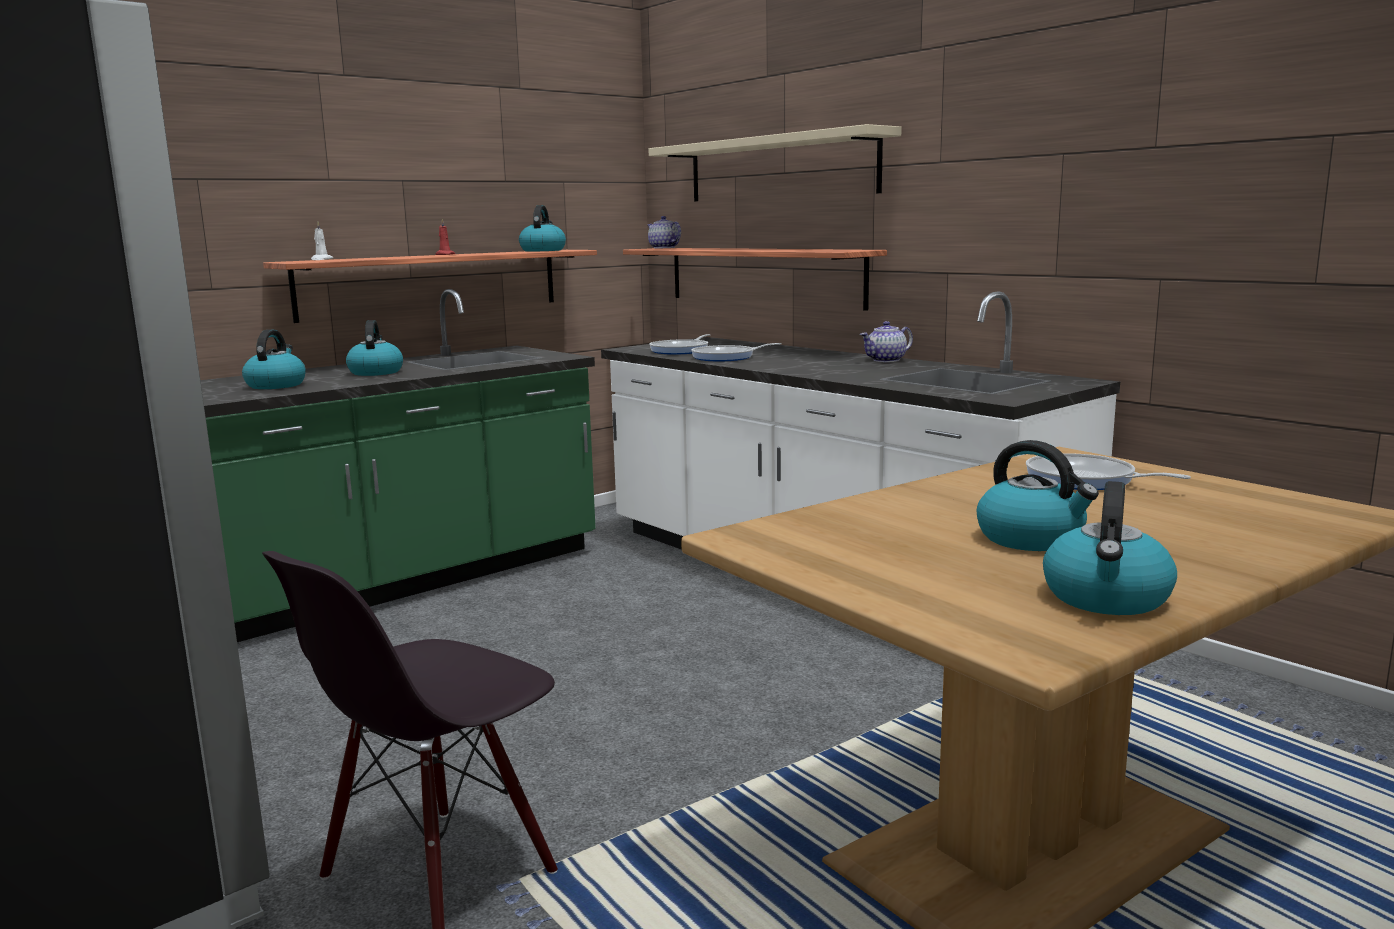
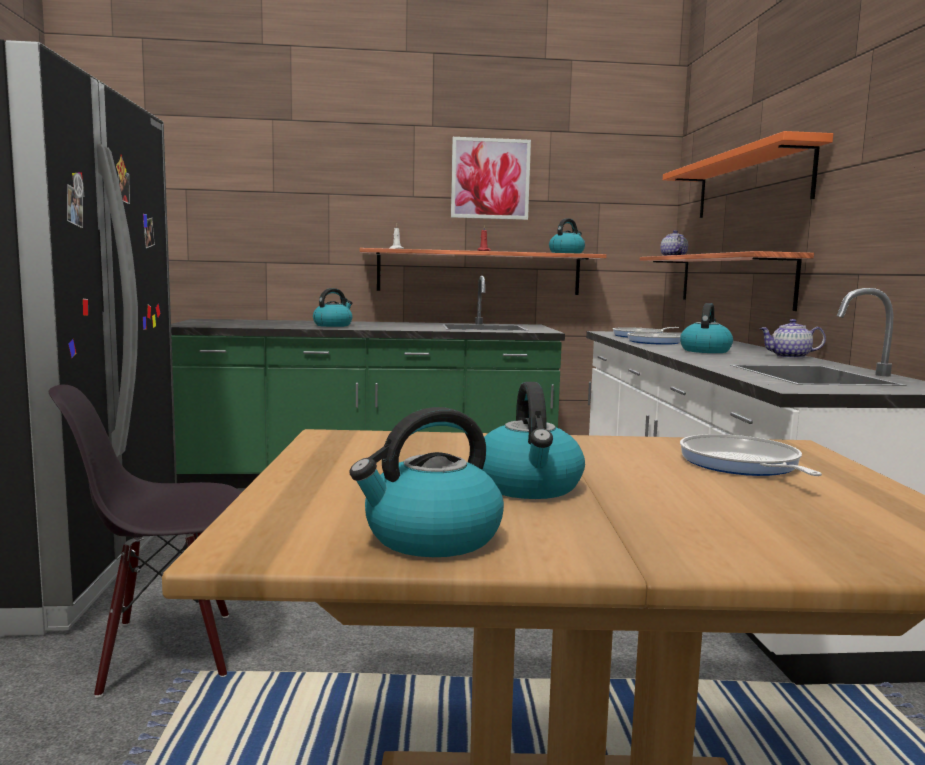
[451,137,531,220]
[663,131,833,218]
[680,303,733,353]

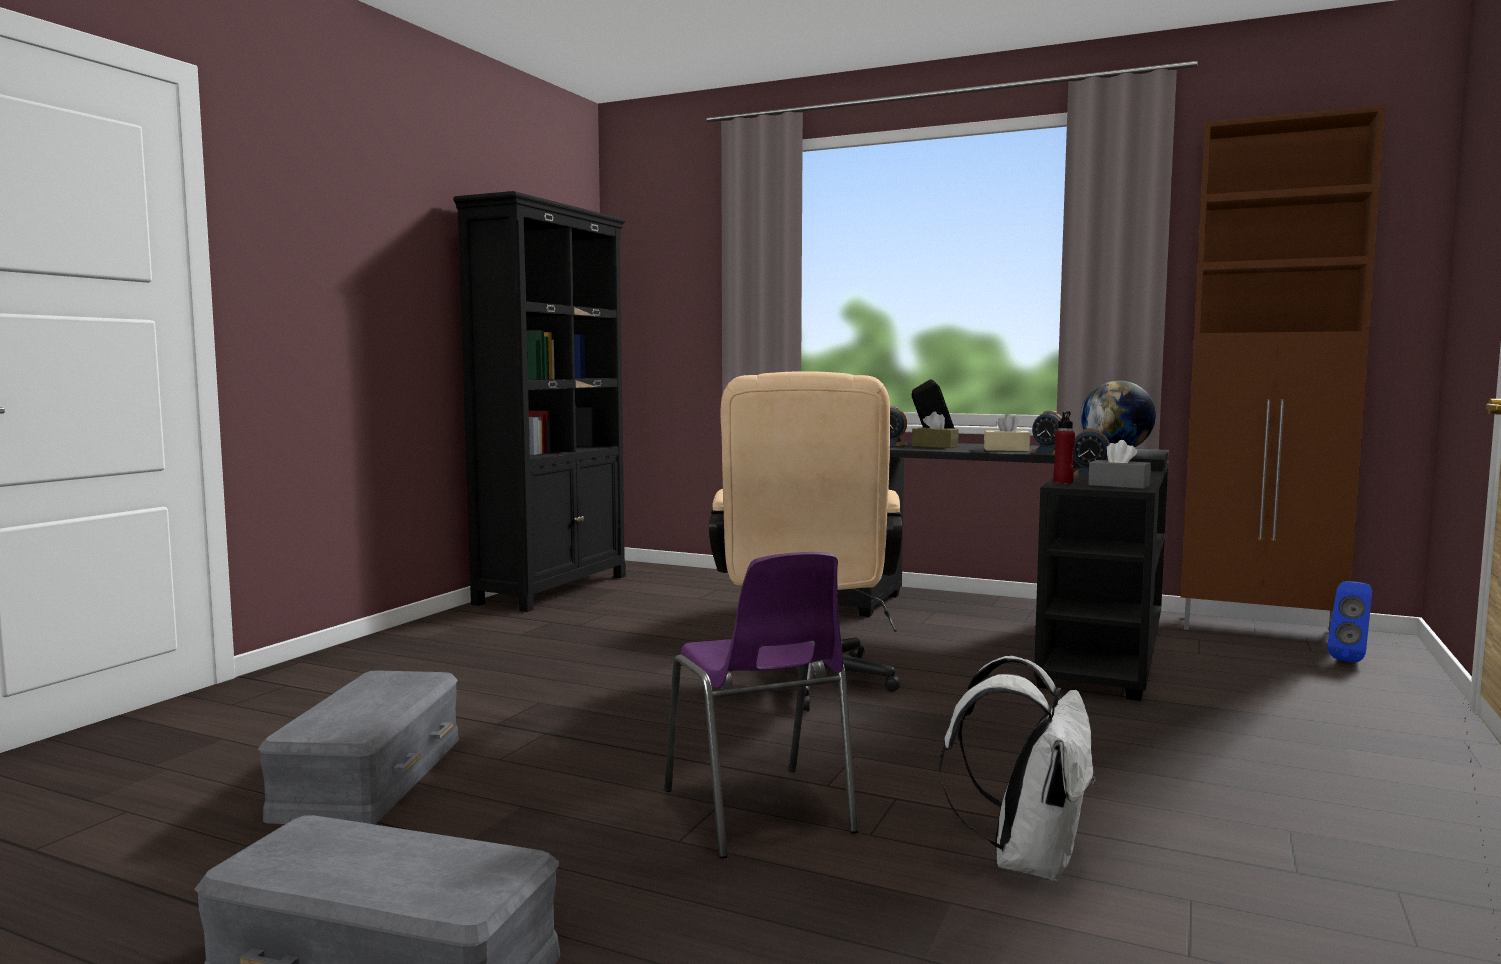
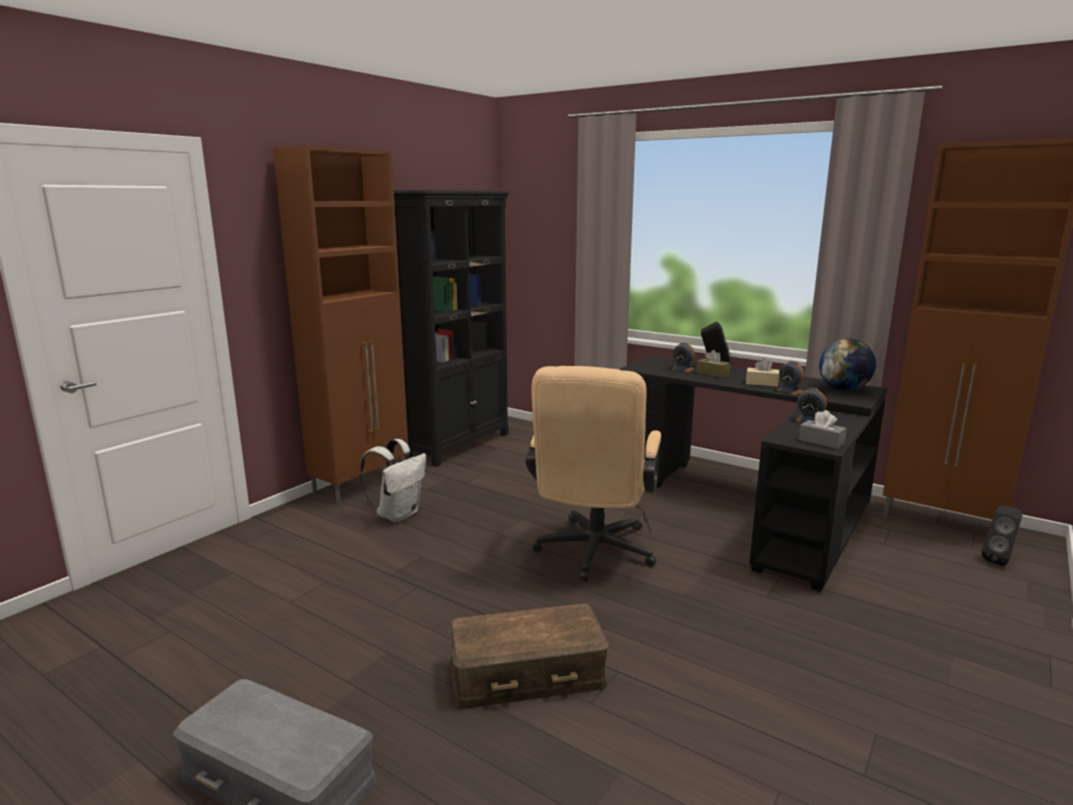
[273,145,408,505]
[359,439,426,522]
[448,604,609,709]
[982,505,1022,566]
[258,670,459,824] (first image)
[1053,412,1075,484] (first image)

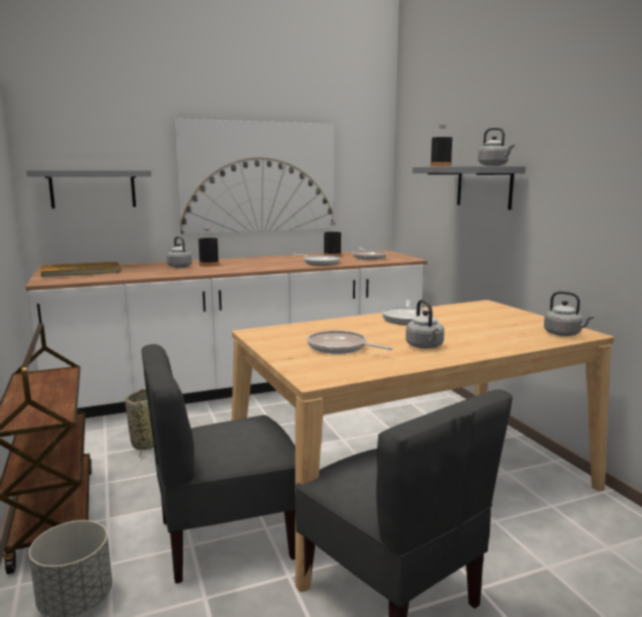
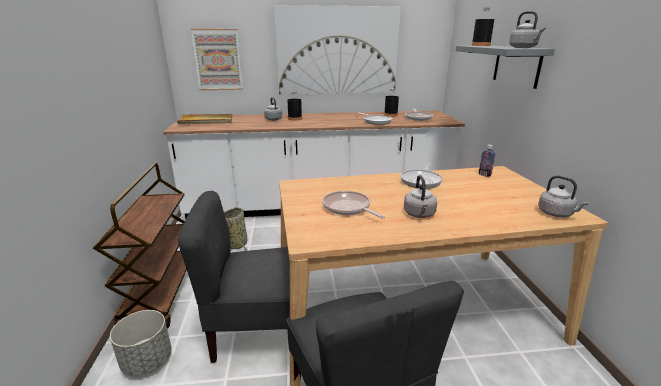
[191,29,243,90]
[479,144,495,177]

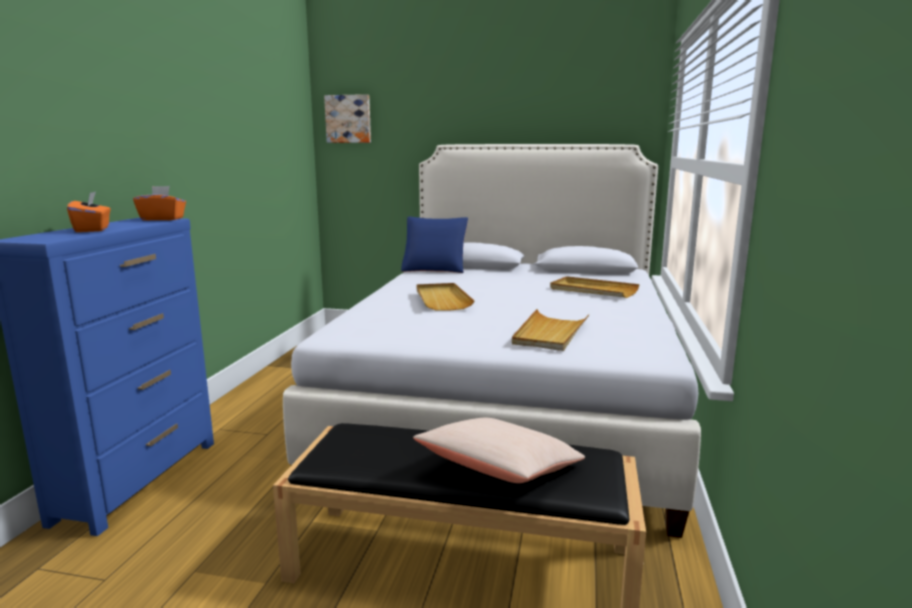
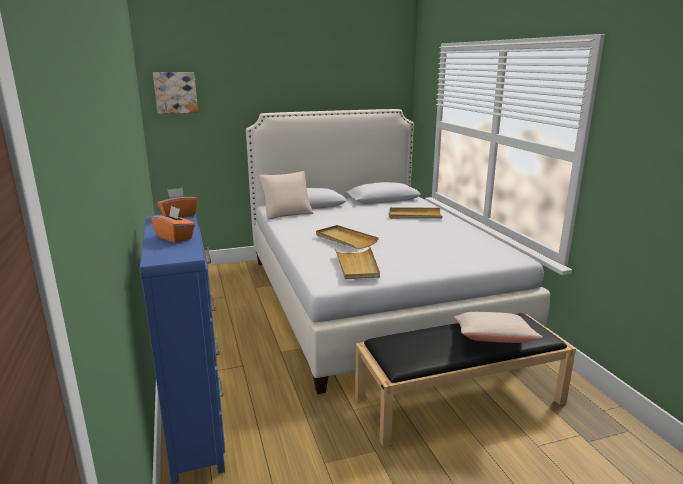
[259,171,314,219]
[334,247,380,279]

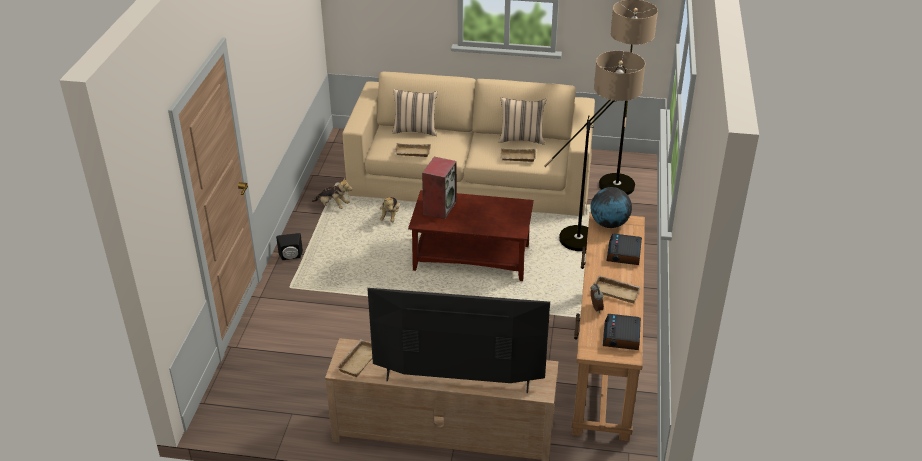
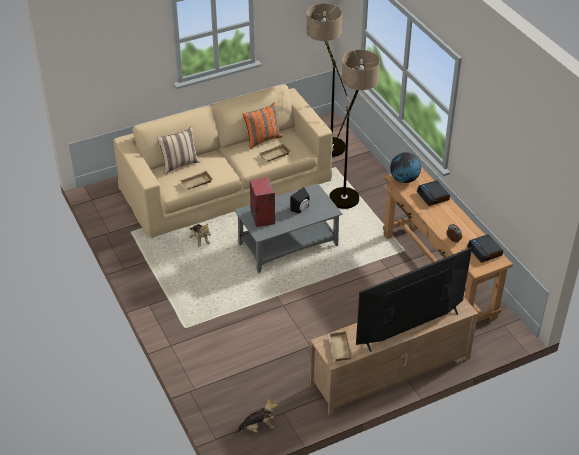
[234,183,342,273]
[235,398,278,434]
[243,102,282,149]
[290,187,310,214]
[594,275,641,303] (first image)

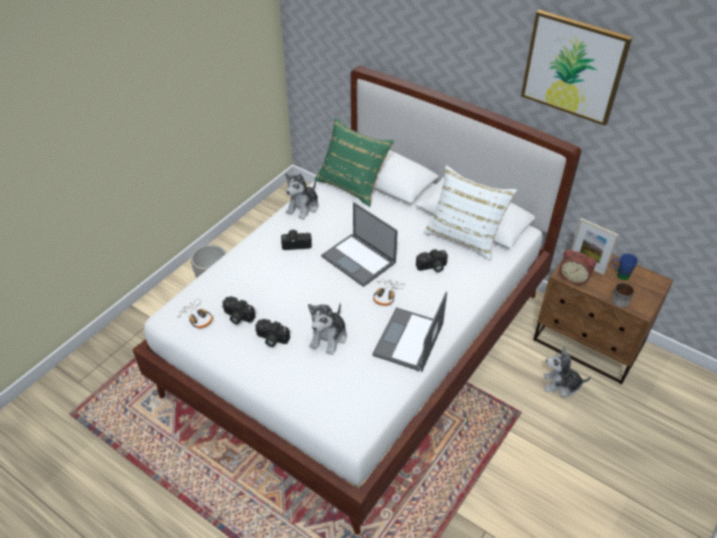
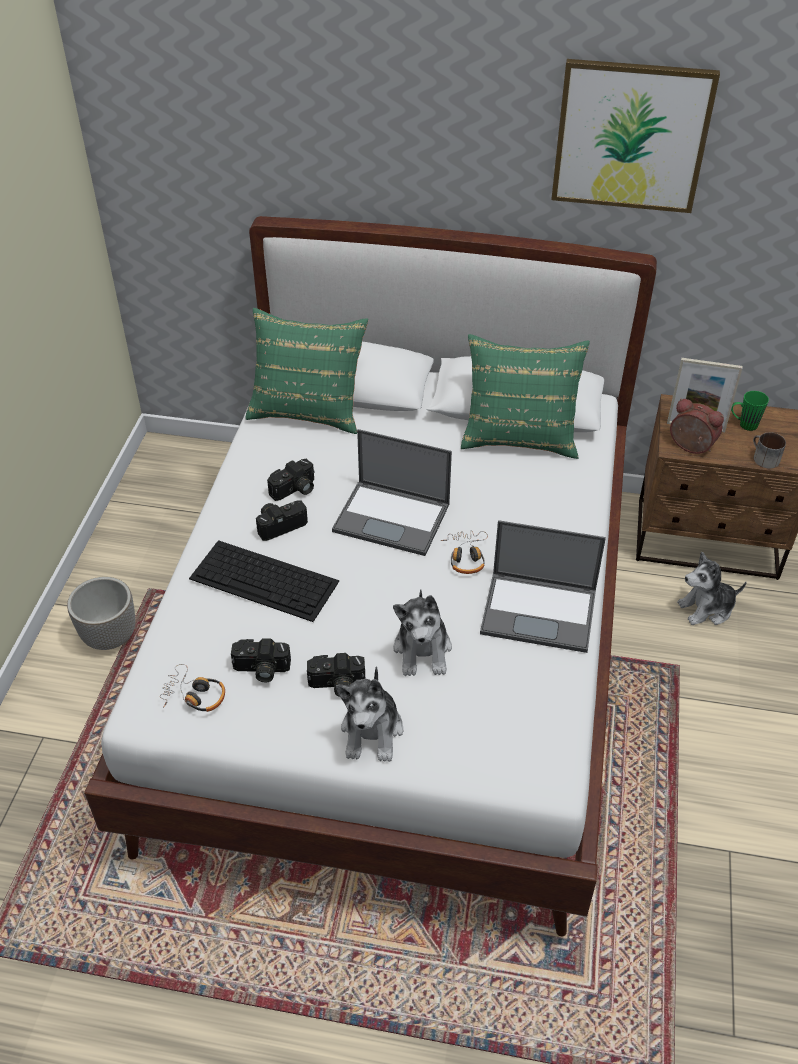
[189,540,339,622]
[267,459,315,501]
[336,666,403,762]
[461,334,590,459]
[480,520,606,653]
[670,399,724,454]
[731,391,769,431]

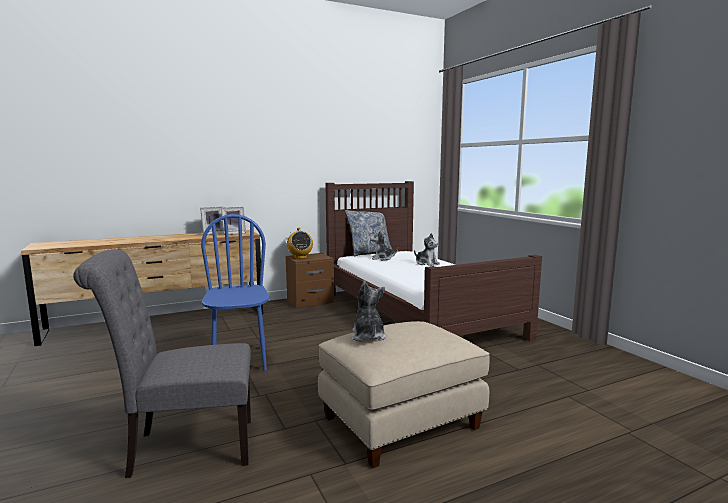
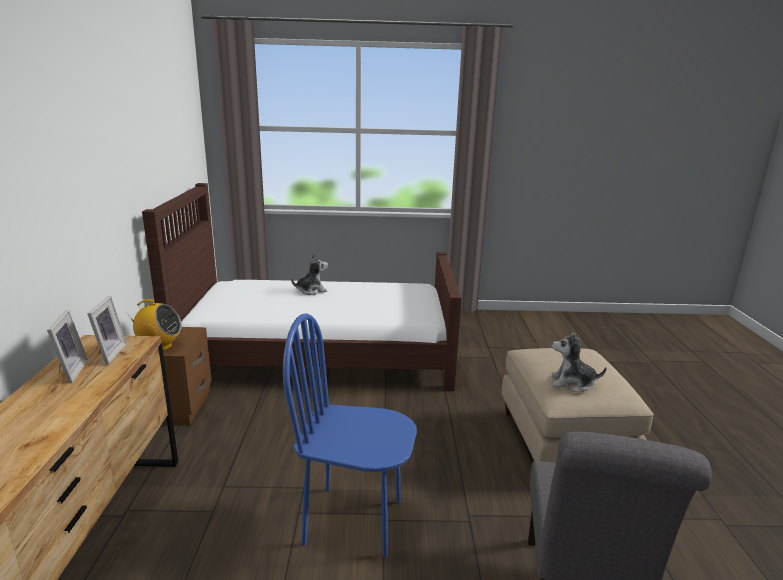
[345,210,392,256] (first image)
[370,230,398,260] (first image)

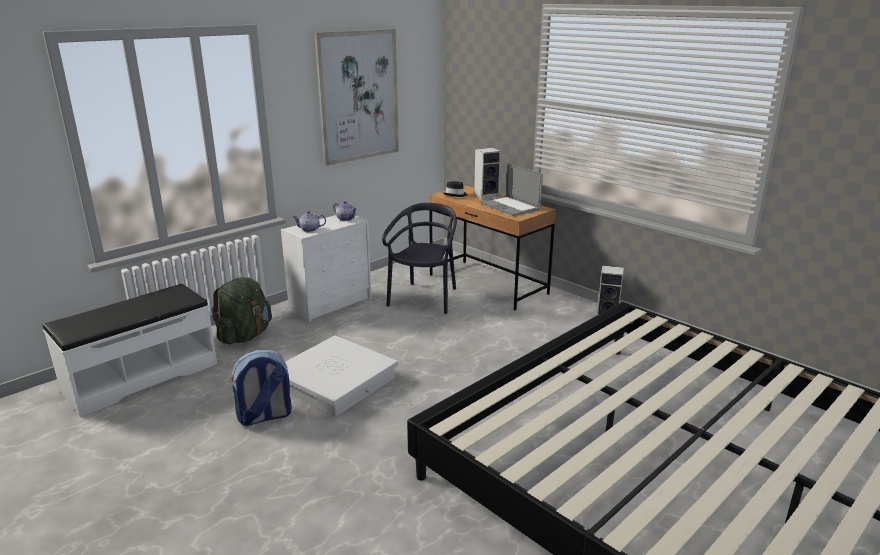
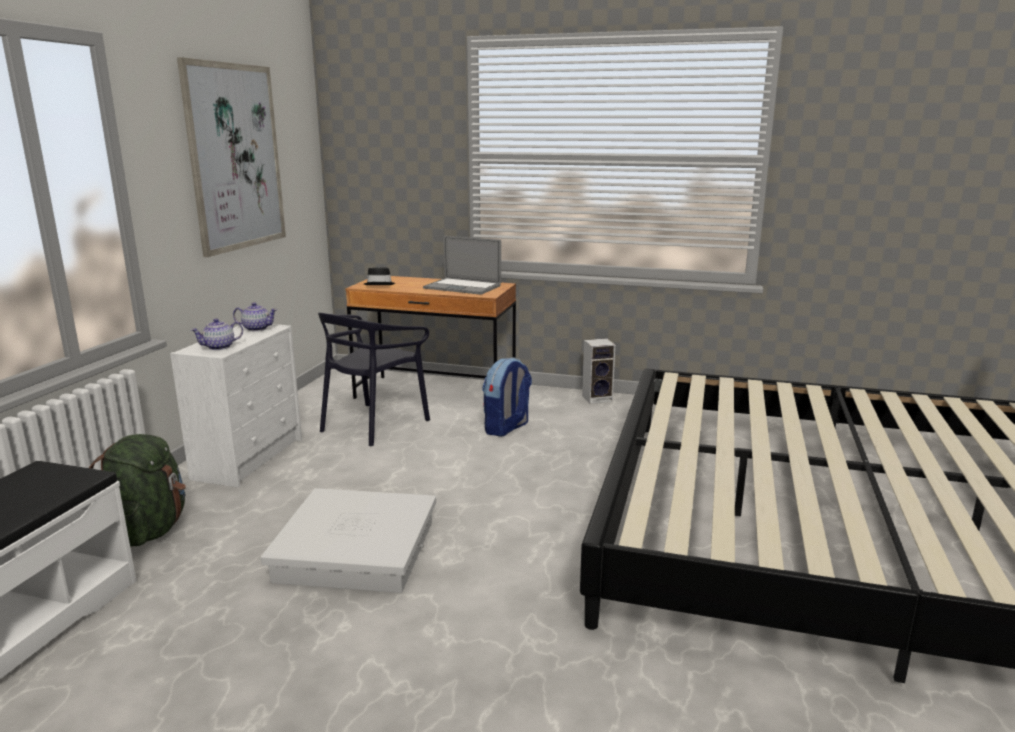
[318,313,430,446]
[482,357,532,437]
[474,148,501,200] (first image)

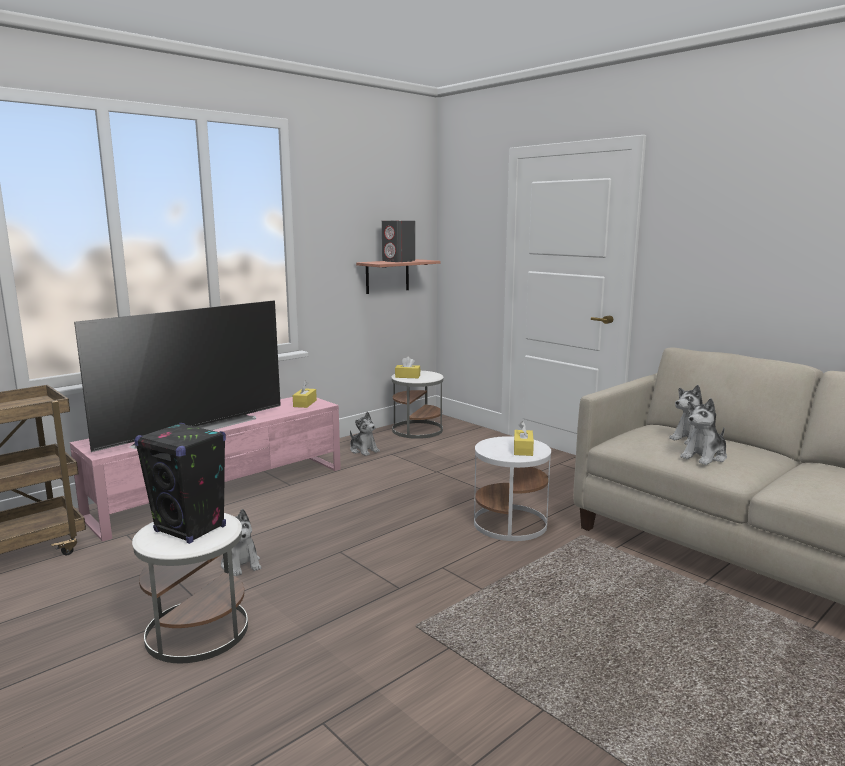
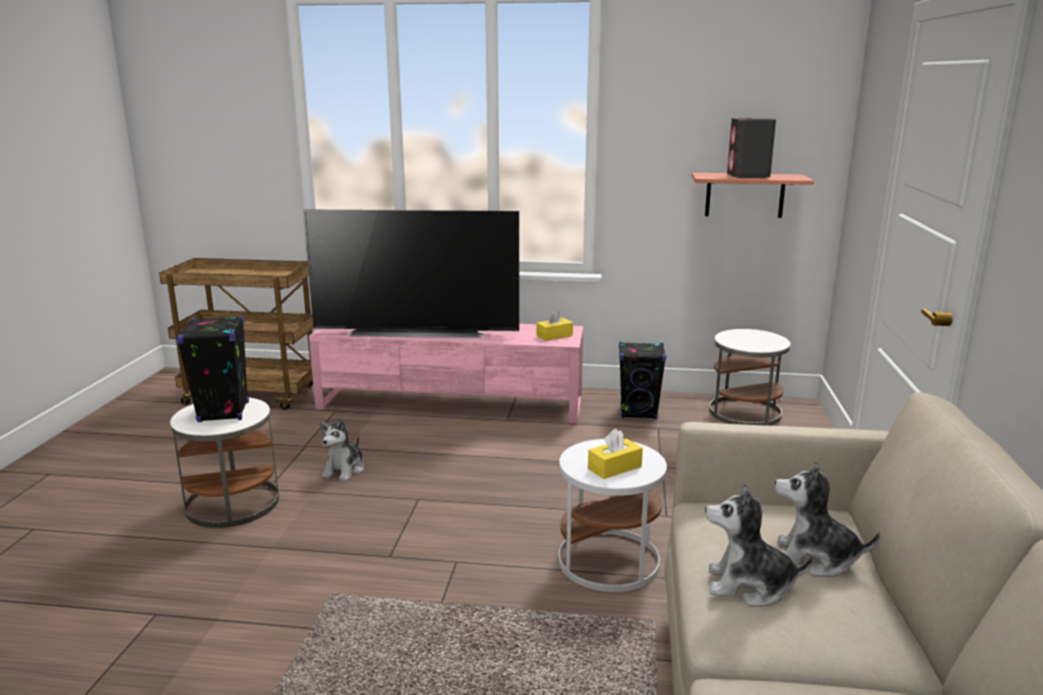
[619,342,666,419]
[395,357,420,378] (first image)

